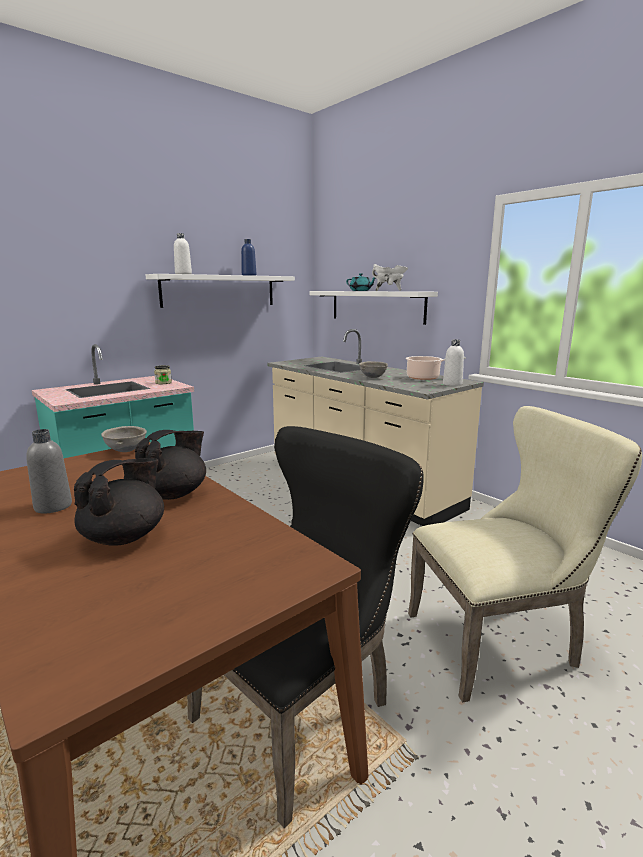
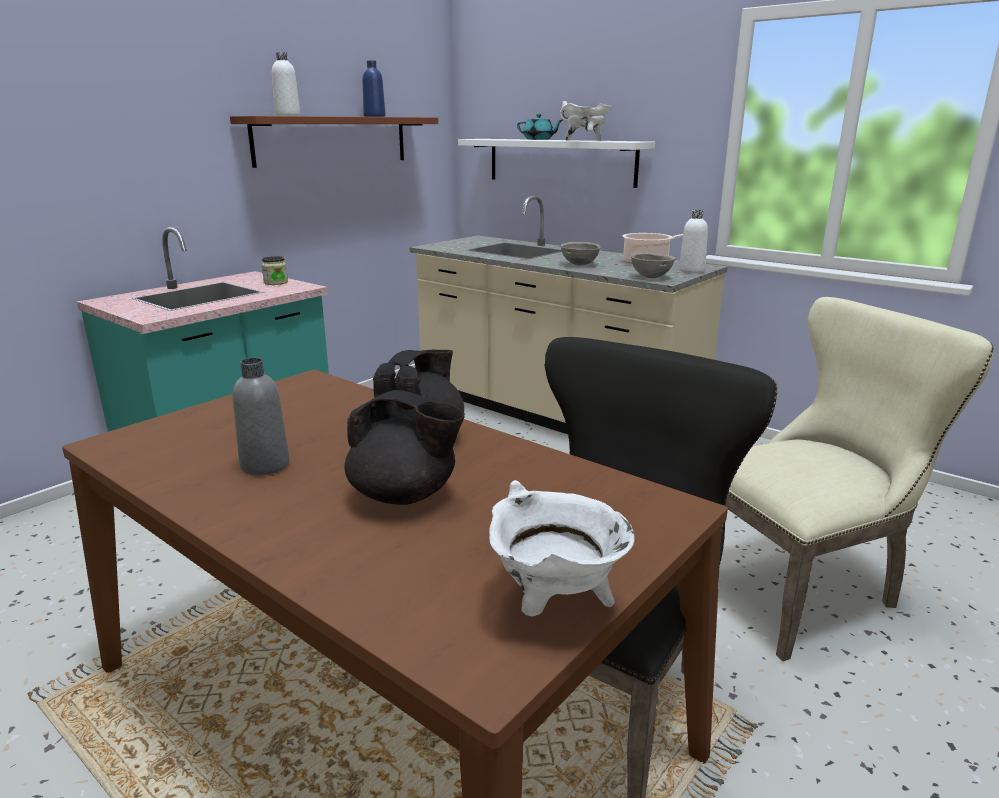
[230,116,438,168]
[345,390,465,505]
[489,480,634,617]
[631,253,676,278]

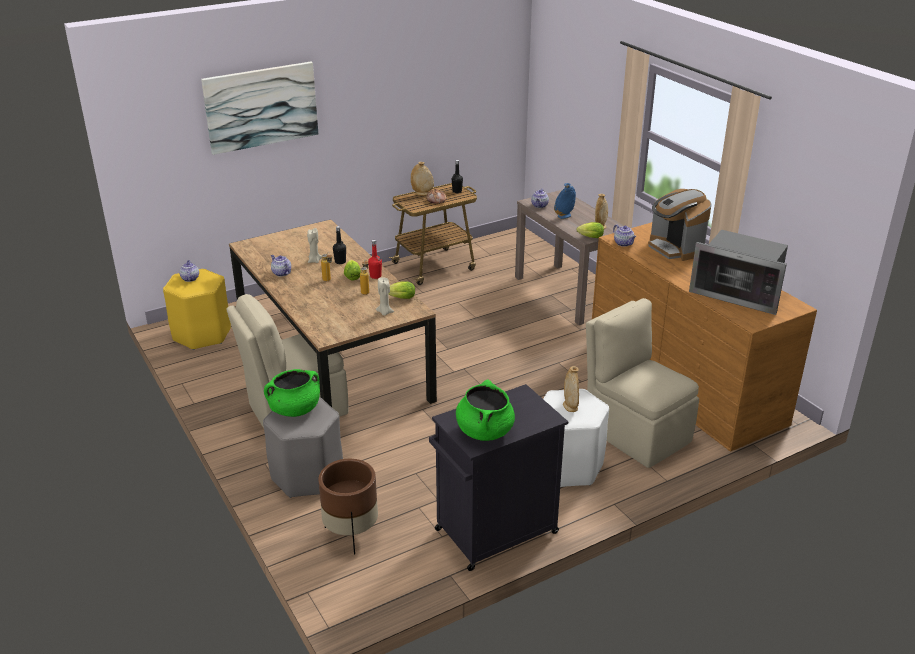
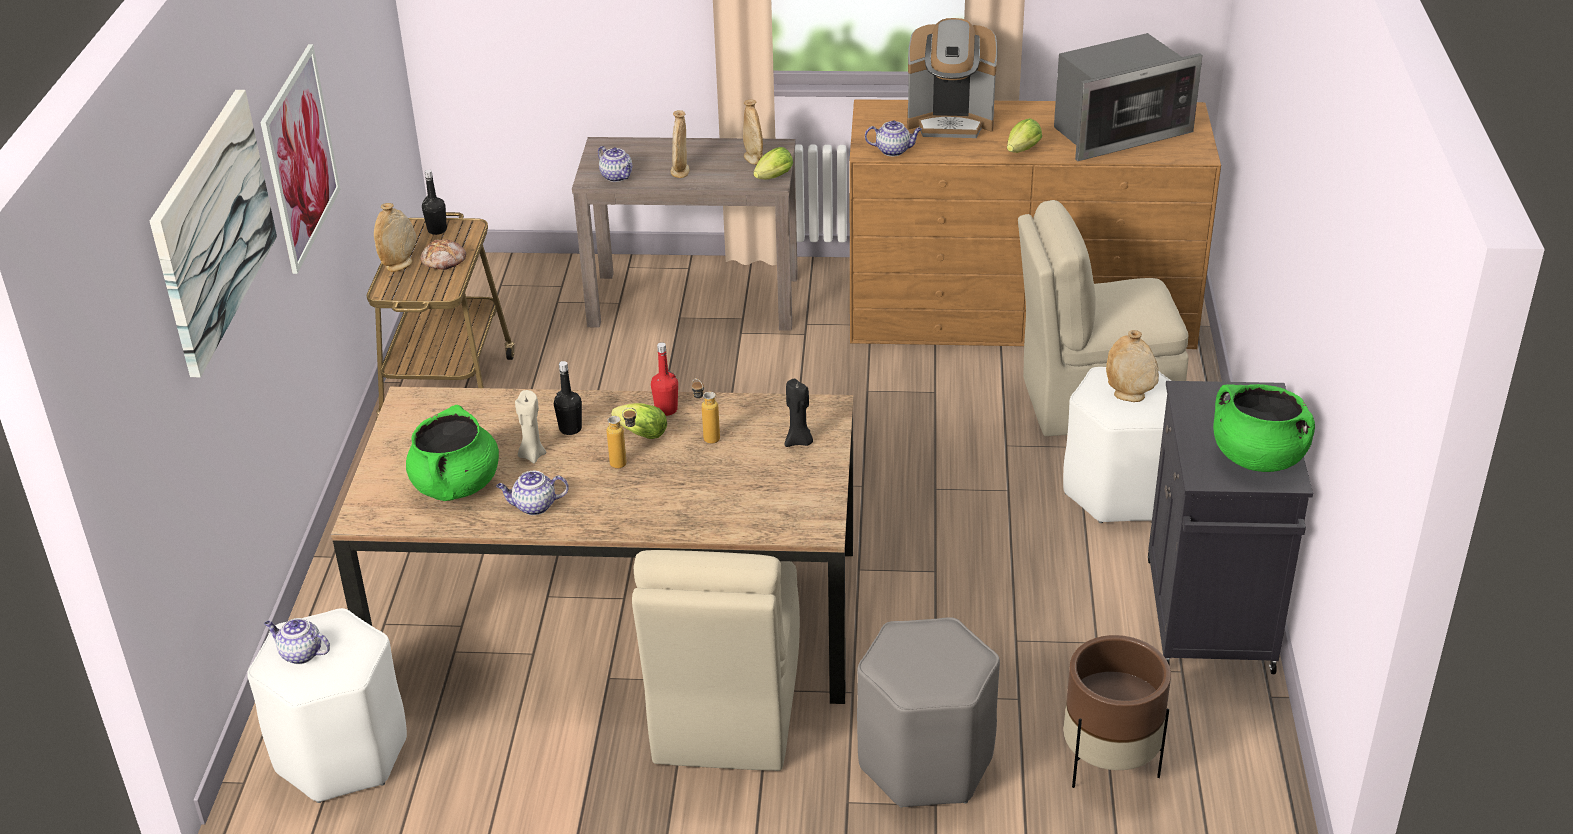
[247,608,407,803]
[260,44,340,274]
[406,405,499,501]
[671,110,689,178]
[785,379,813,447]
[1007,118,1042,153]

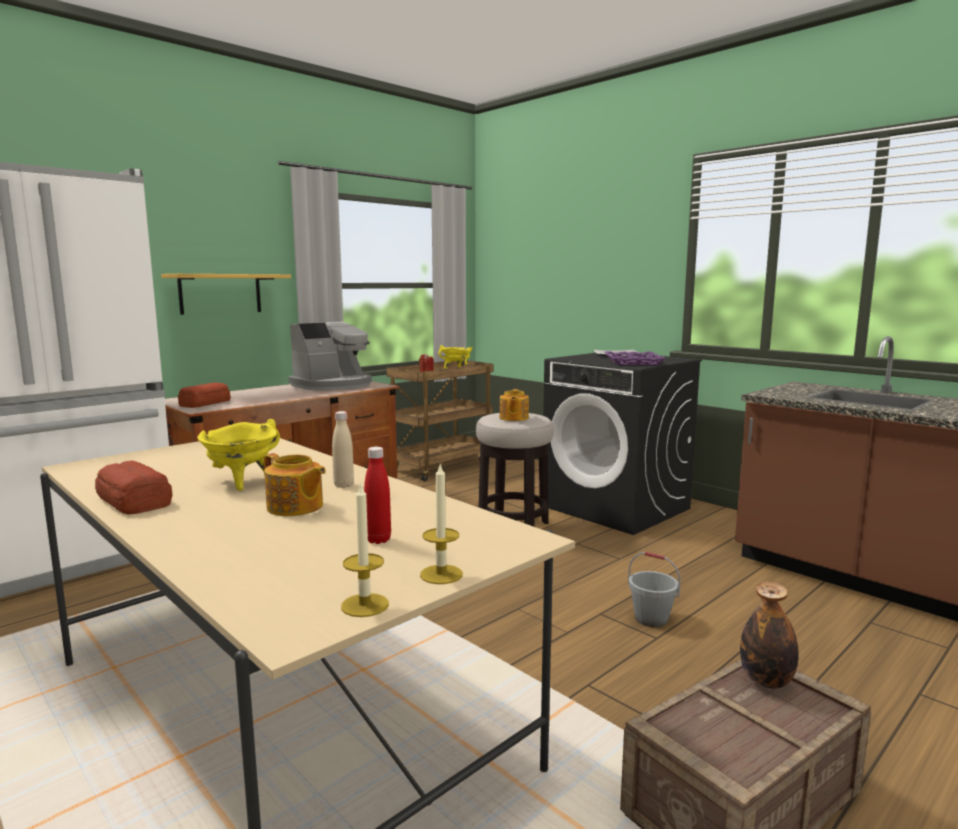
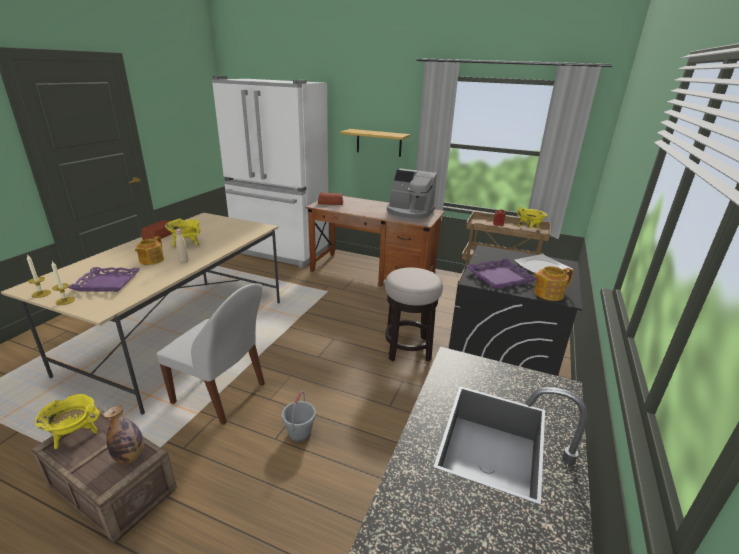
[35,394,100,449]
[68,267,141,292]
[156,283,265,425]
[533,266,573,301]

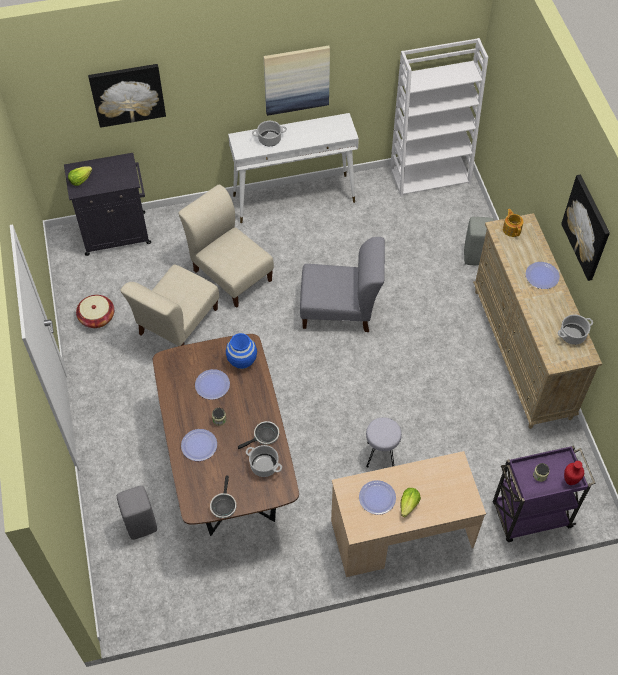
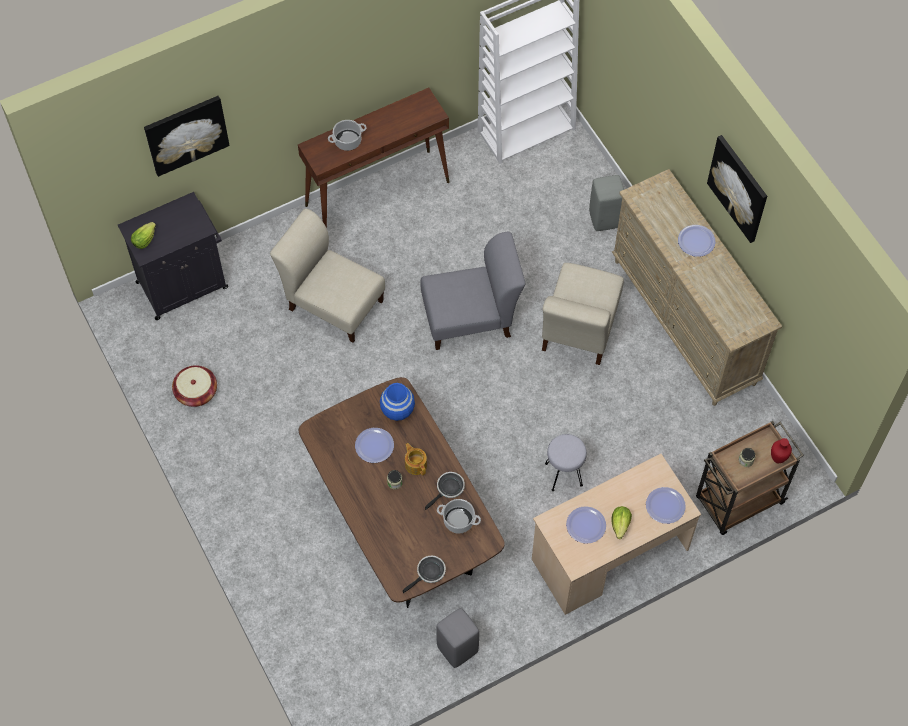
[298,88,449,228]
[403,556,446,593]
[405,443,427,475]
[436,608,479,668]
[542,263,624,365]
[646,487,686,524]
[696,421,804,535]
[264,46,330,116] (first image)
[558,315,593,345] (first image)

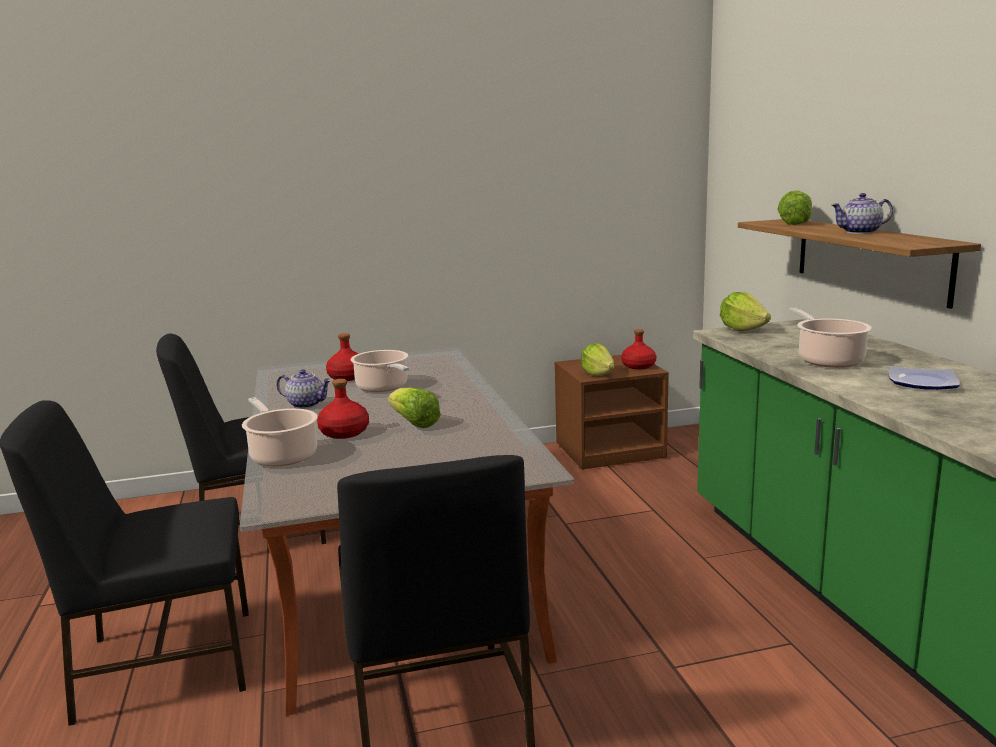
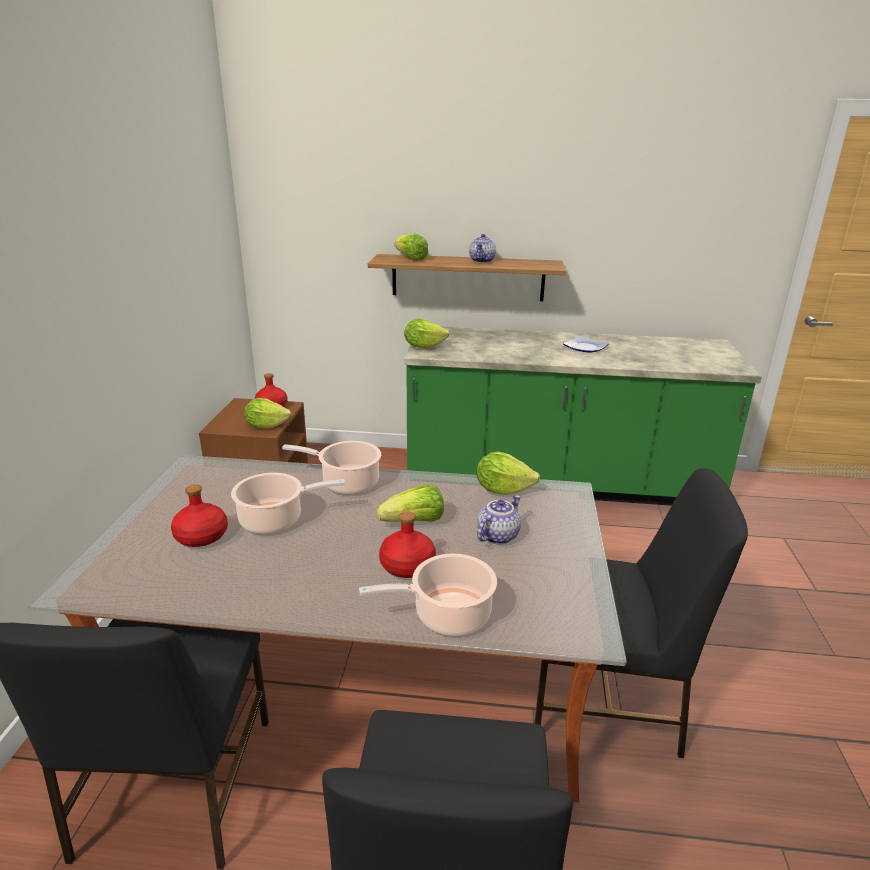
[282,441,381,495]
[477,451,540,495]
[477,495,521,544]

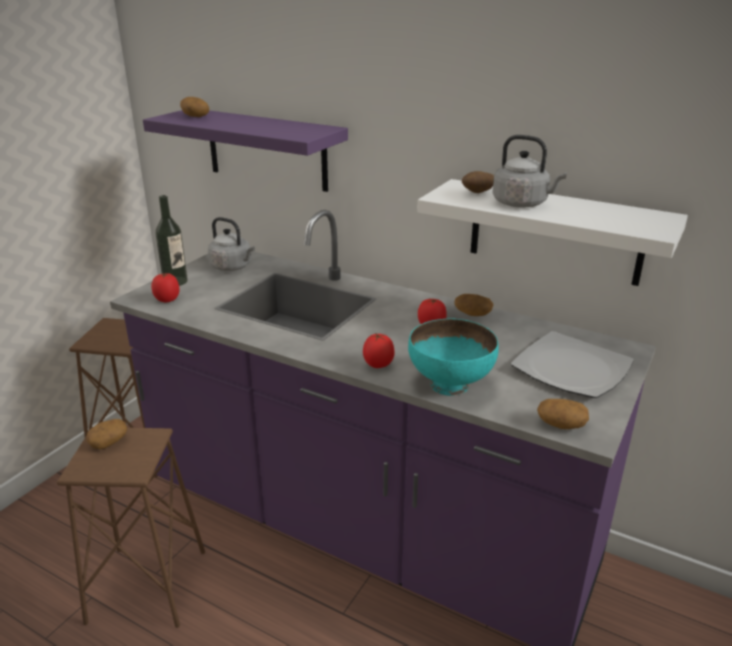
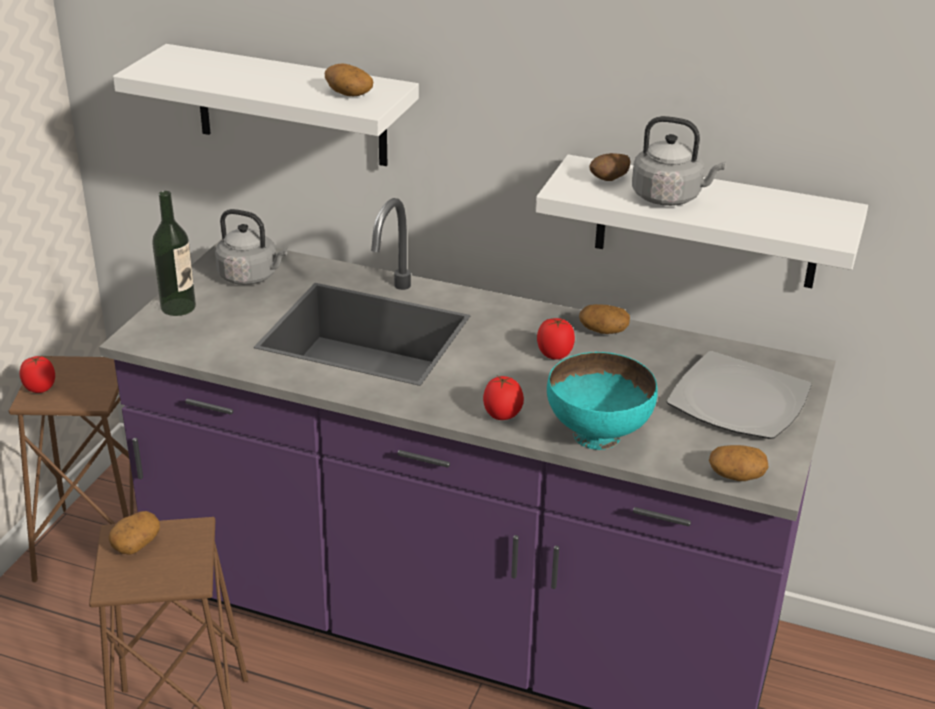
[19,356,55,393]
[113,44,419,166]
[325,64,373,96]

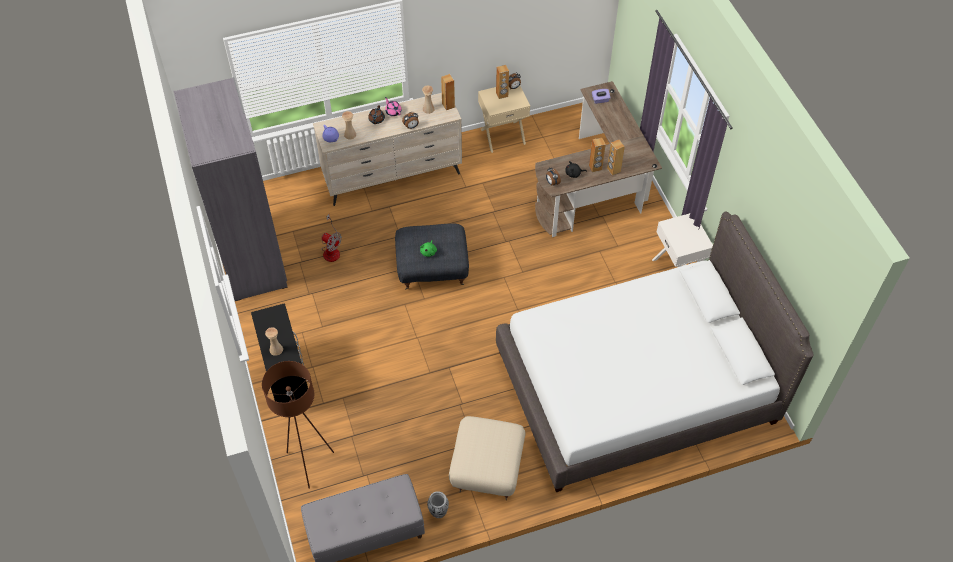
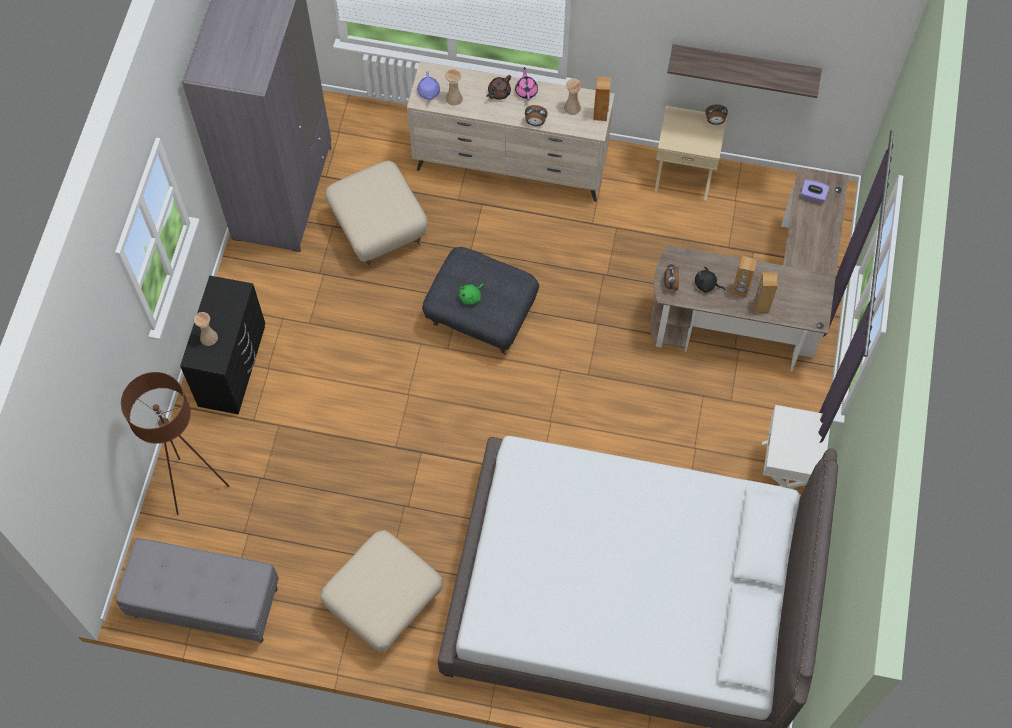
[325,160,428,267]
[667,44,822,98]
[427,491,449,518] (first image)
[496,65,509,99] (first image)

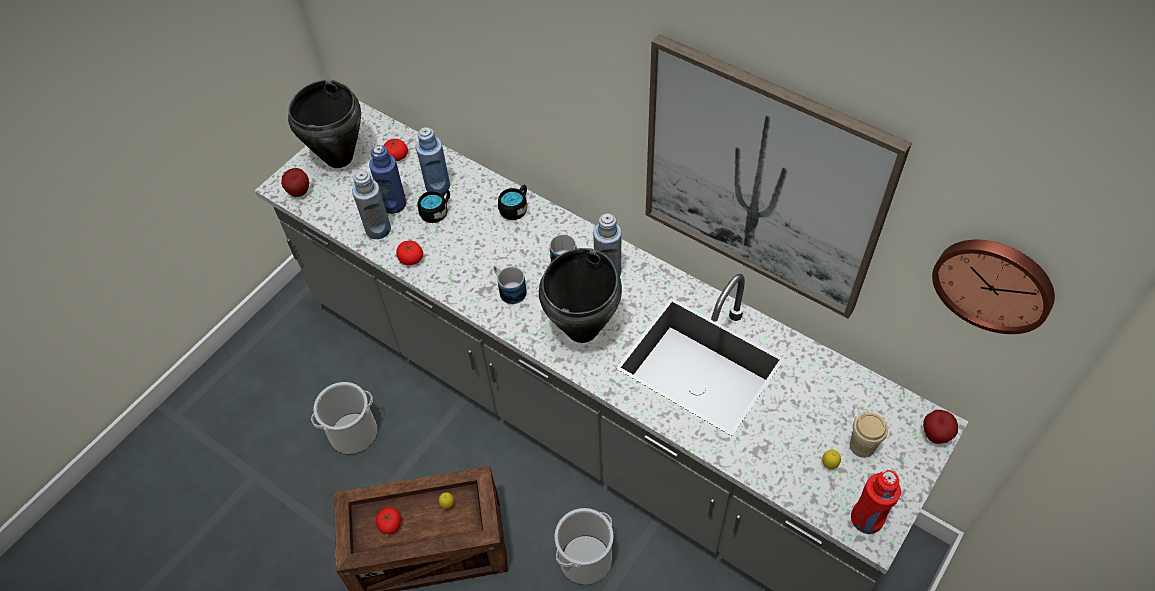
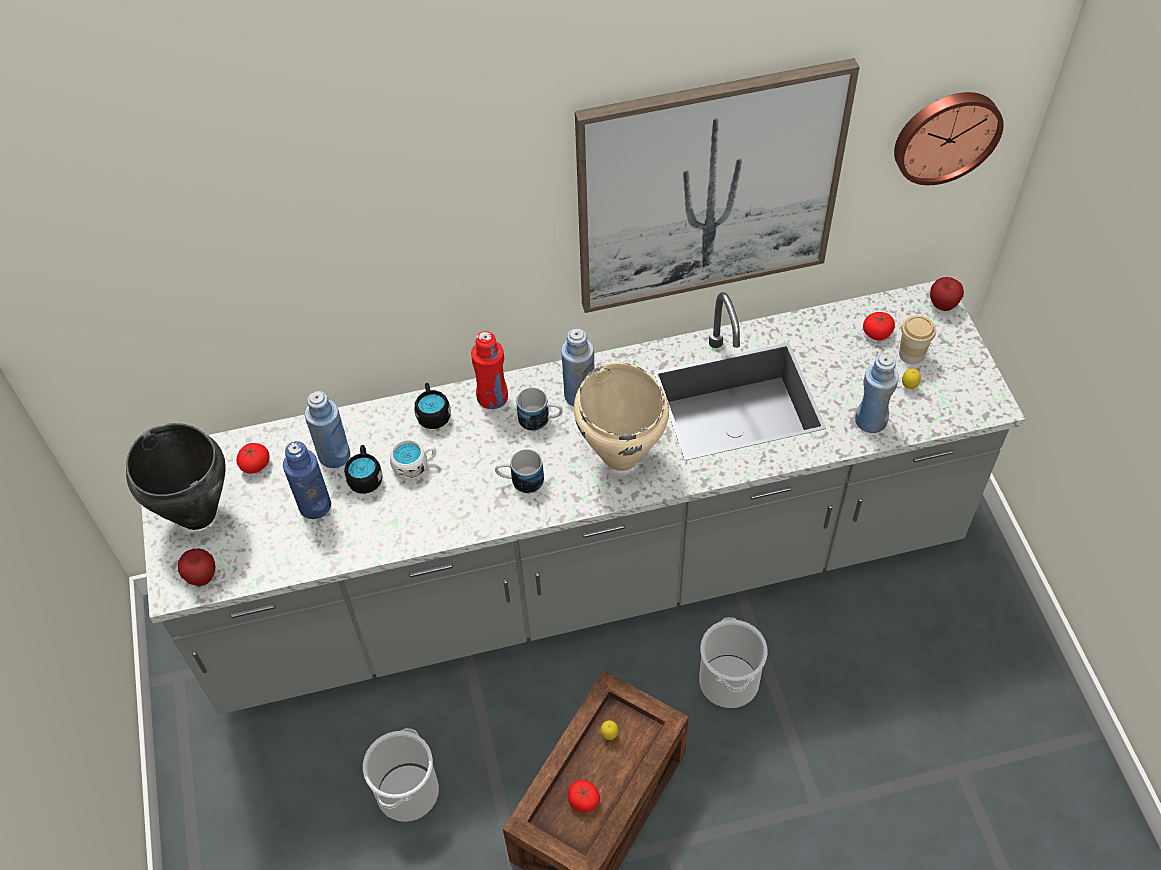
[390,440,436,480]
[471,331,508,409]
[574,362,669,471]
[855,354,899,433]
[863,312,895,340]

